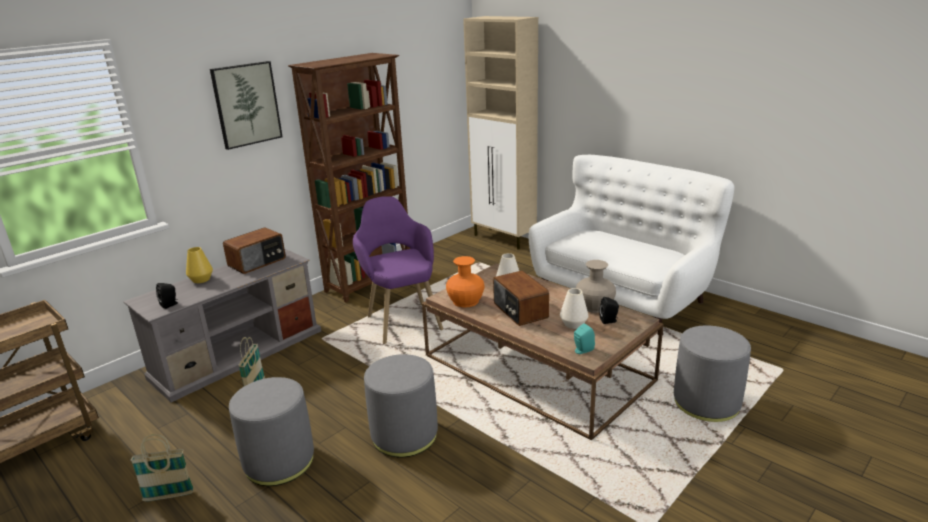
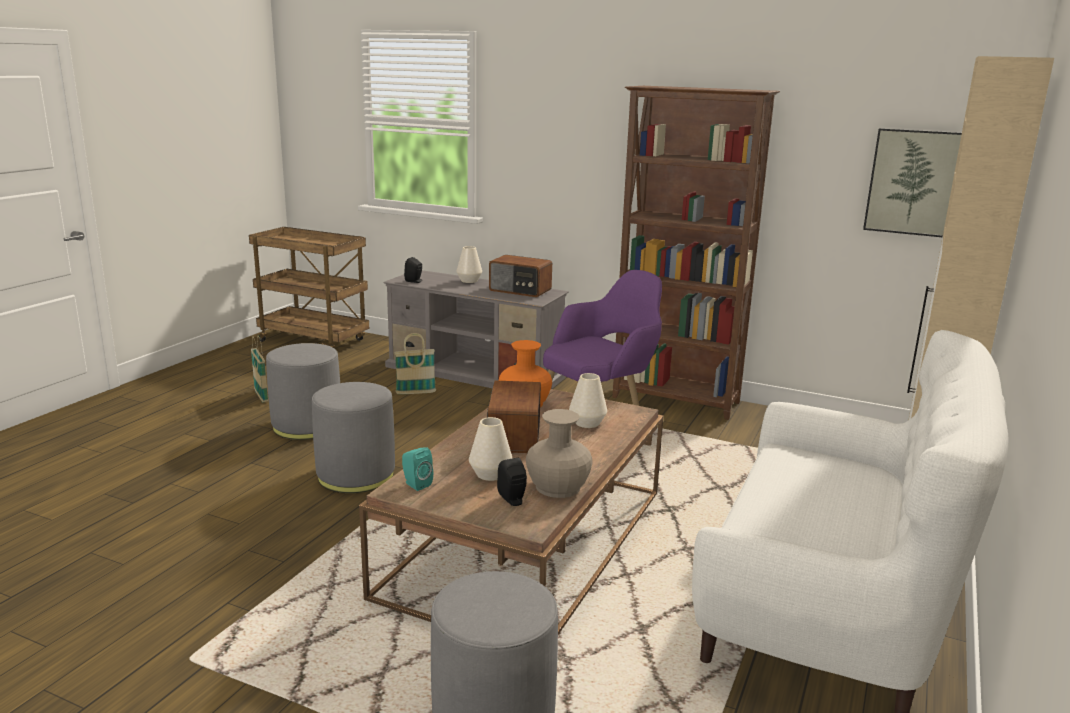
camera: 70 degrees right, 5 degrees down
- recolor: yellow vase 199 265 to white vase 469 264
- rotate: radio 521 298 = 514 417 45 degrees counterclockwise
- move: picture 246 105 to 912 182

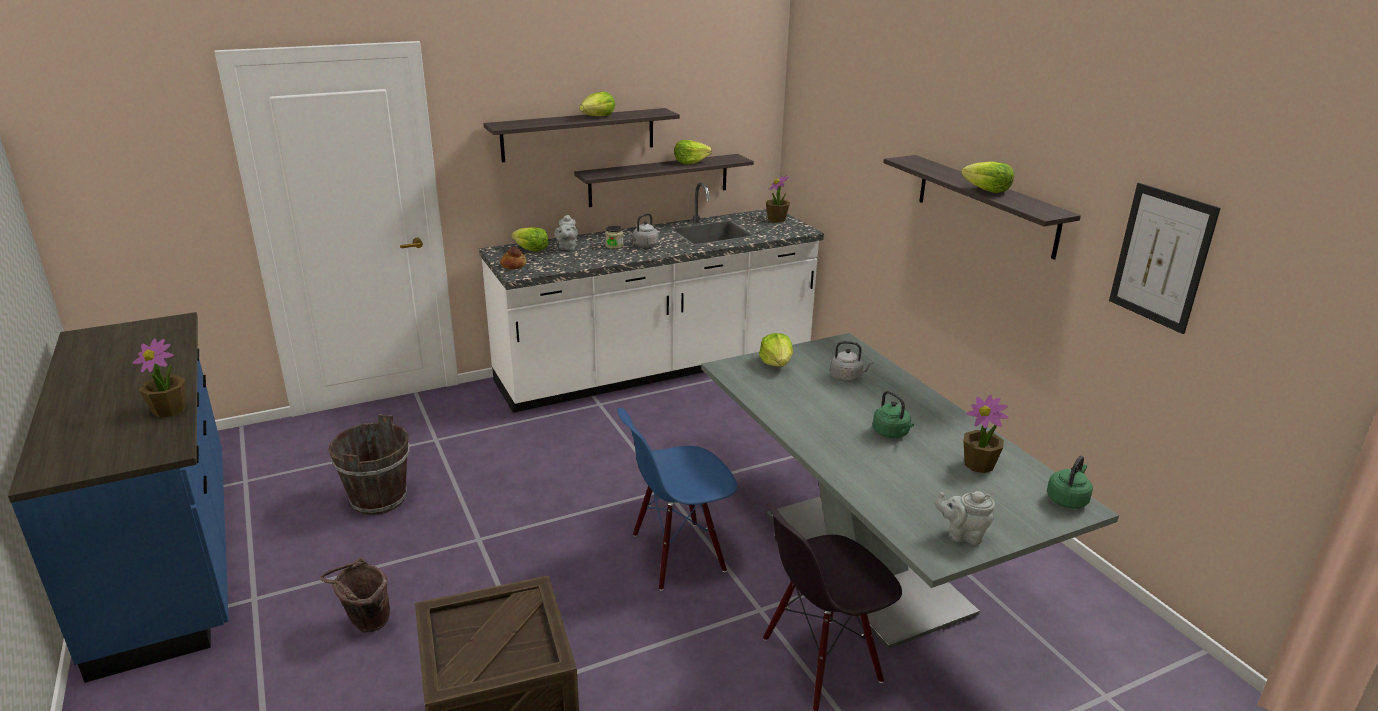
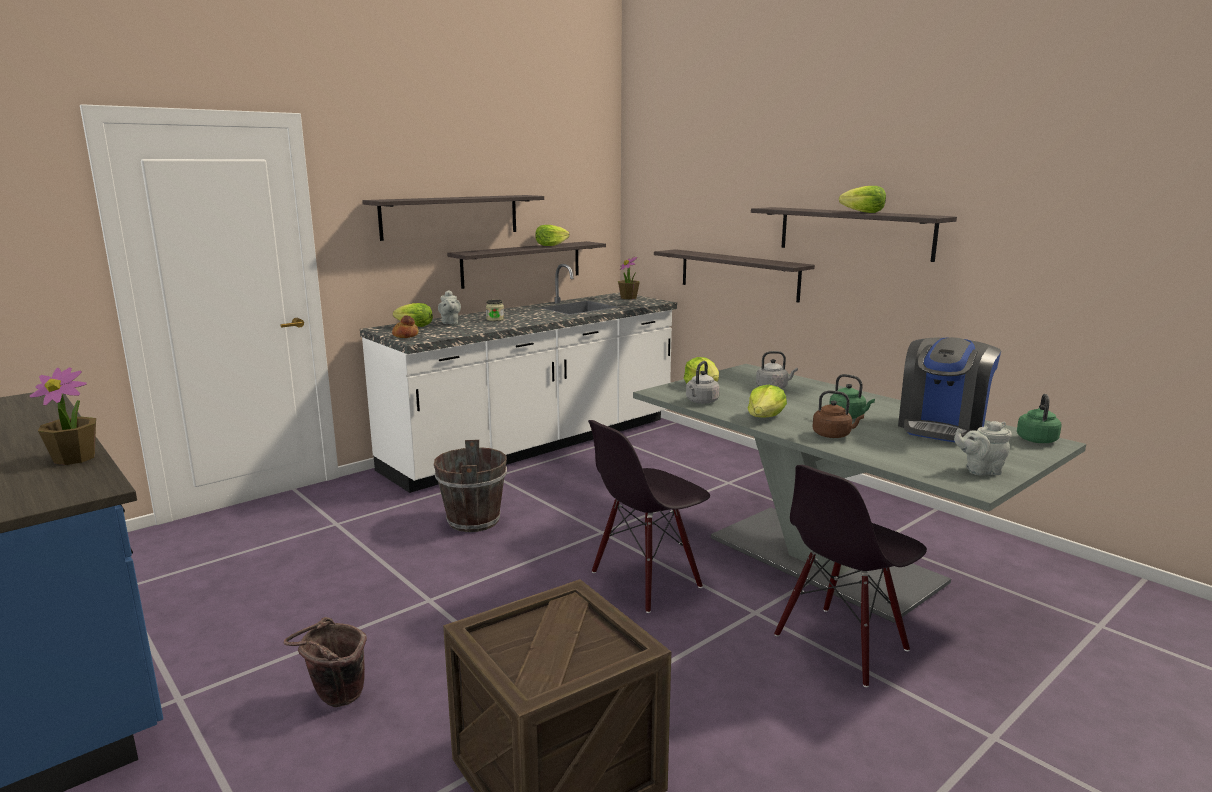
camera: 15 degrees left, 10 degrees down
- move: brown bucket 369 465 to 470 485
- recolor: blue chair 677 499 to black chair 649 516
- insert: shelf 734 276
- move: grey kettle 643 230 to 702 382
- move: lettuce 597 103 to 767 401
- insert: brown kettle 838 414
- replace: potted plant 985 434 to coffee machine 949 389
- delete: picture 1164 258

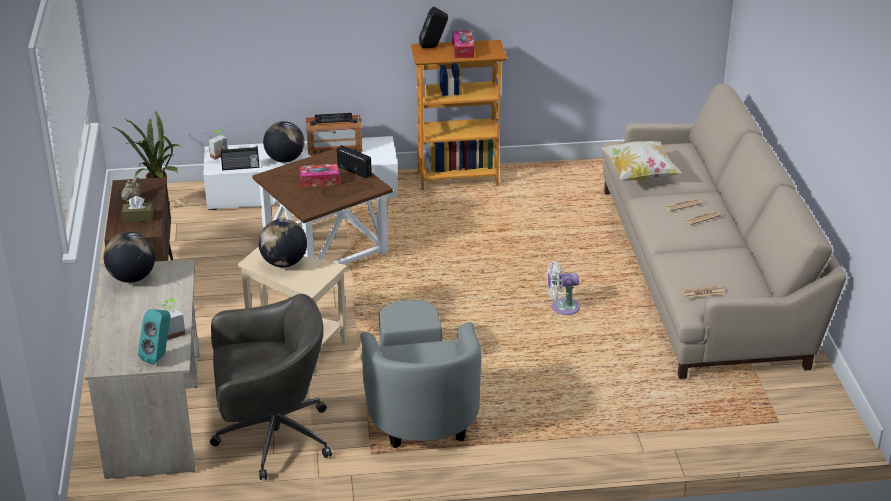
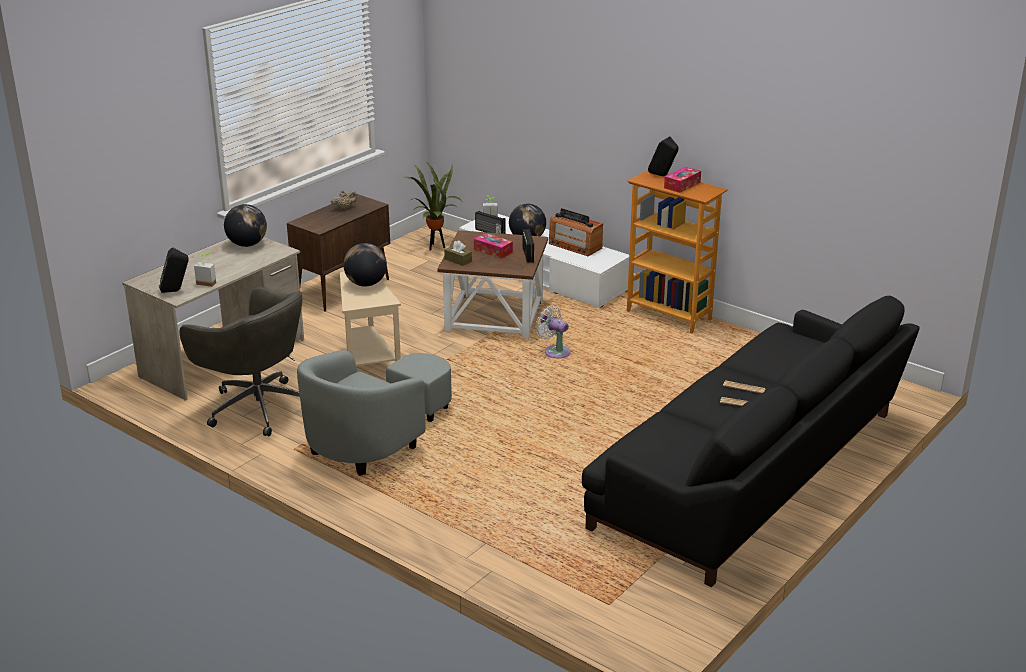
camera: 45 degrees right, 5 degrees down
- recolor: turquoise speaker 154 337 to black speaker 174 270
- move: brown tissue box 137 209 to 458 253
- move: white fan 563 288 to 553 331
- recolor: beige sofa 724 231 to black sofa 750 441
- delete: pillow 641 161
- delete: newspaper 702 292

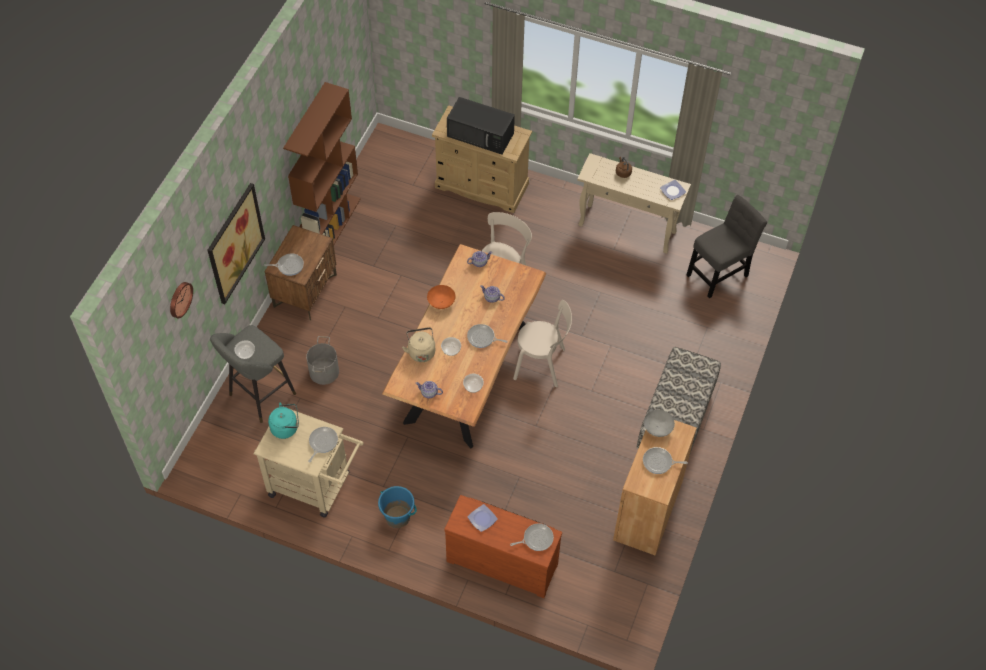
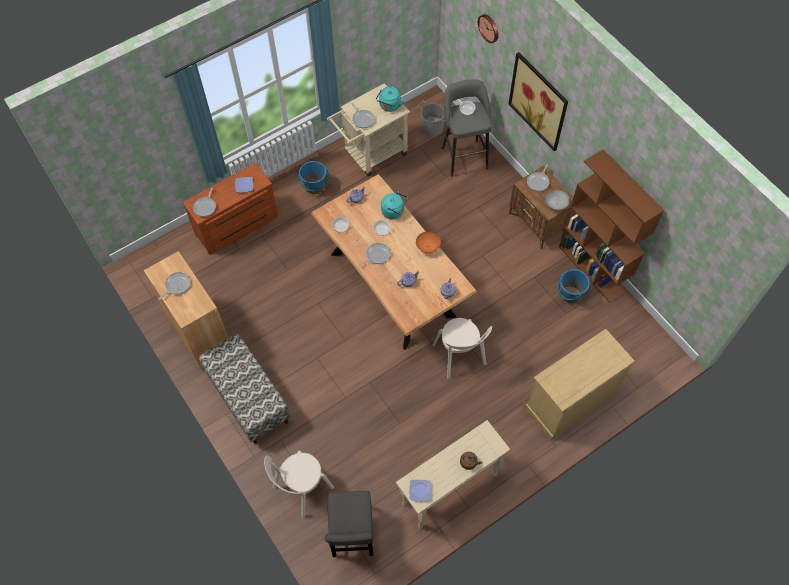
camera: 125 degrees right, 5 degrees up
- move: beige chair 542 343 to 299 484
- recolor: beige kettle 418 344 to turquoise kettle 394 205
- move: grey bucket 322 360 to 431 119
- move: grey bowl 659 423 to 557 200
- insert: blue bucket 574 285
- delete: black microwave 481 125

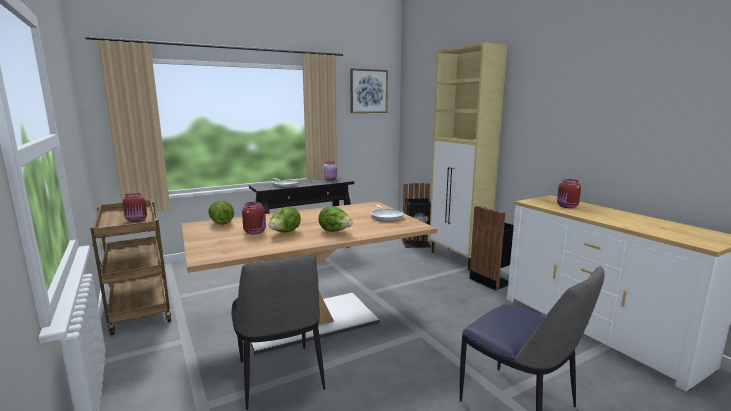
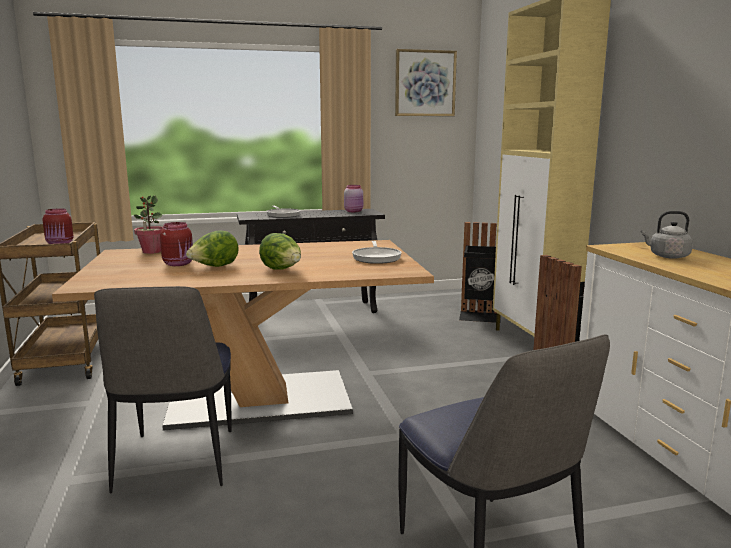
camera: 15 degrees right, 0 degrees up
- replace: lettuce 221 212 to potted plant 149 225
- replace: red jar 569 193 to grey kettle 667 235

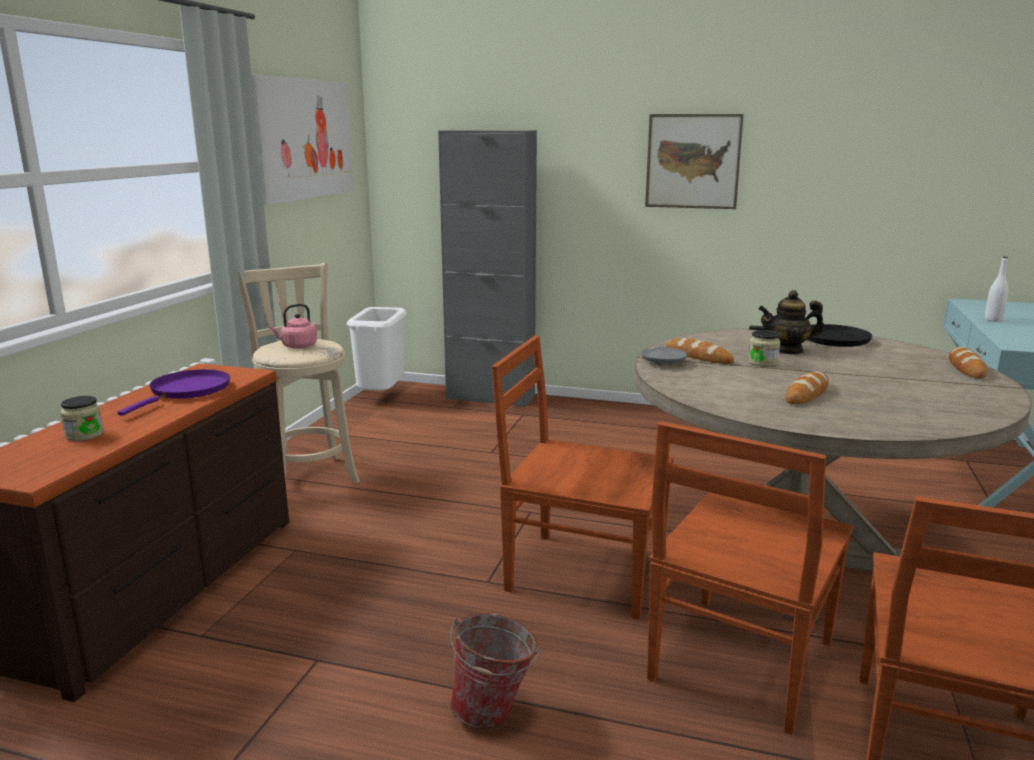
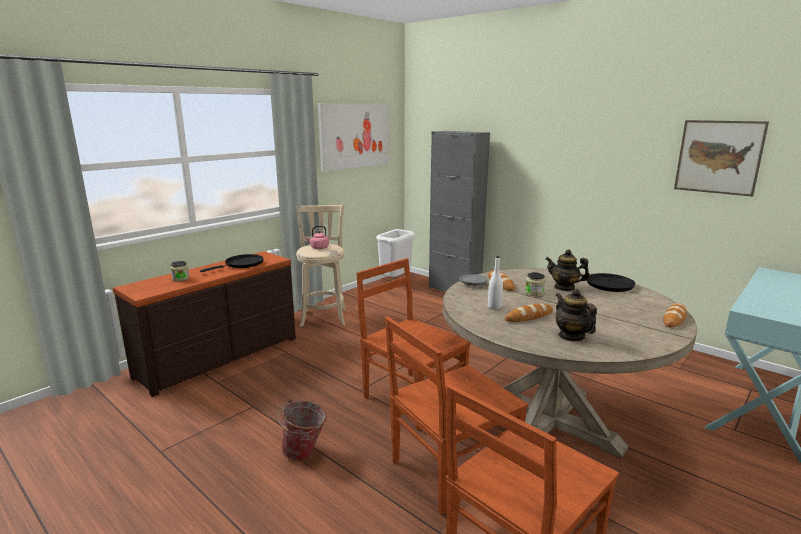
camera: 25 degrees right, 0 degrees up
- recolor: purple frying pan 174 392 to black frying pan 232 263
- move: white bottle 996 289 to 495 282
- insert: teapot 576 315
- move: picture 694 161 to 721 158

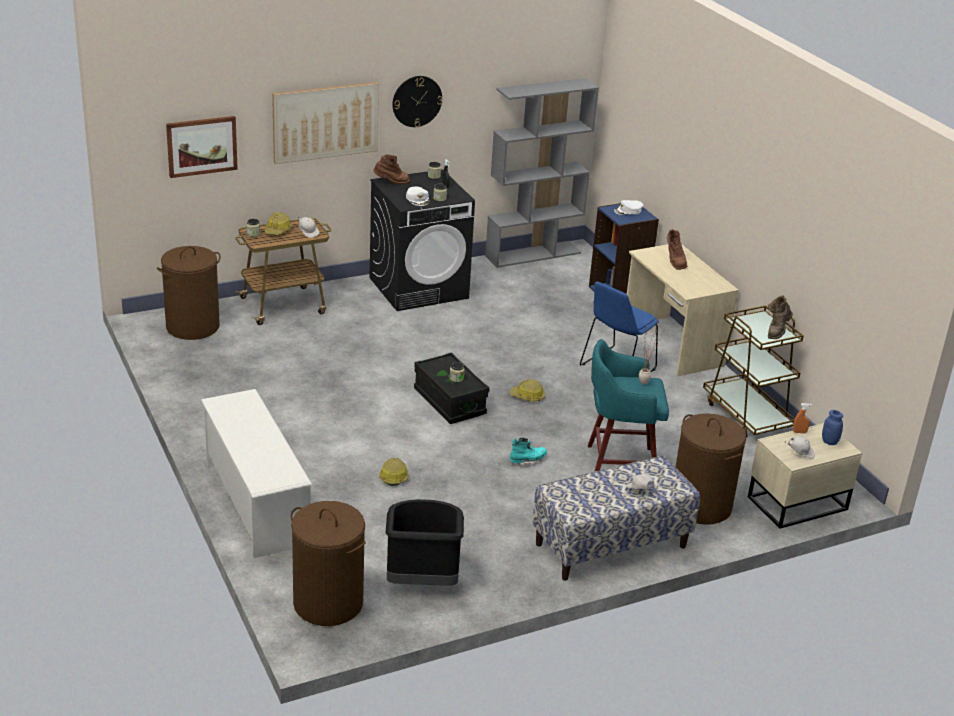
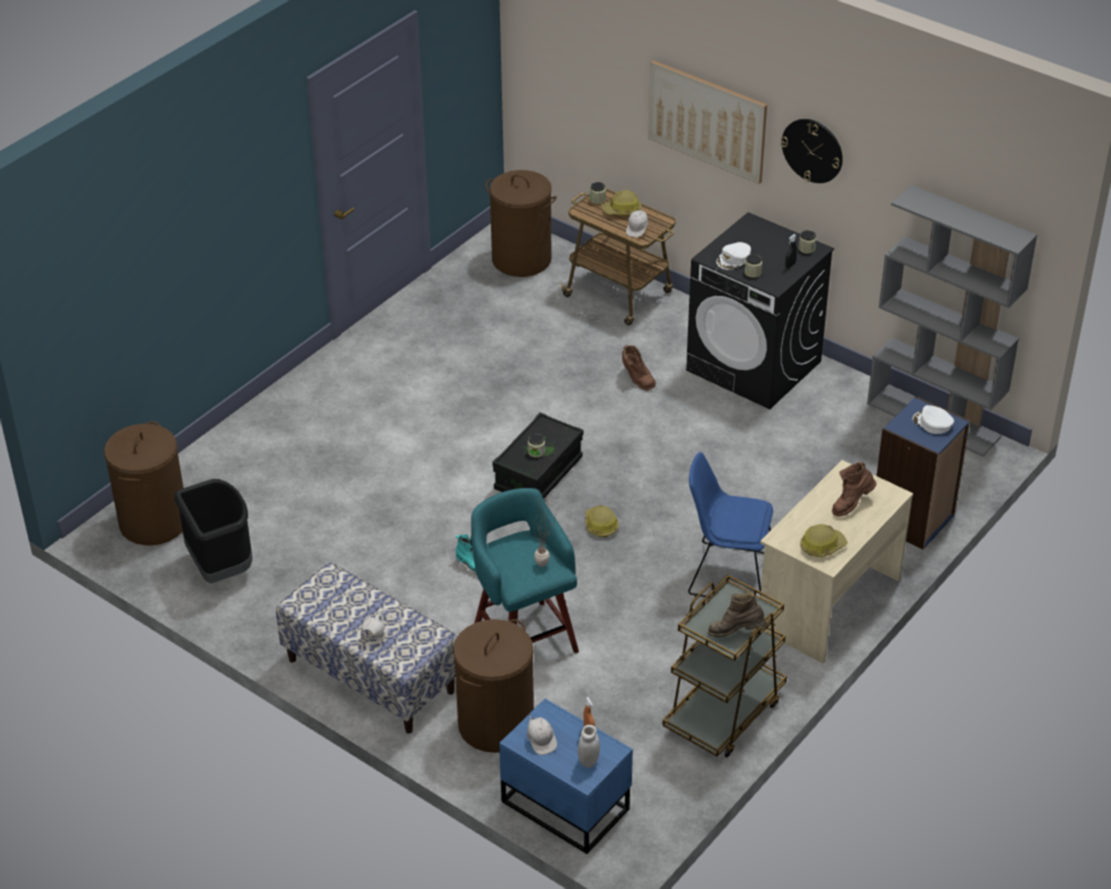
camera: 65 degrees right, 10 degrees up
- recolor: beige nightstand 805 476 to blue nightstand 566 776
- recolor: blue jar 832 427 to white jar 589 746
- move: brown boot 391 169 to 639 368
- move: hard hat 393 472 to 824 540
- delete: picture 202 147
- delete: white shoe rack 256 474

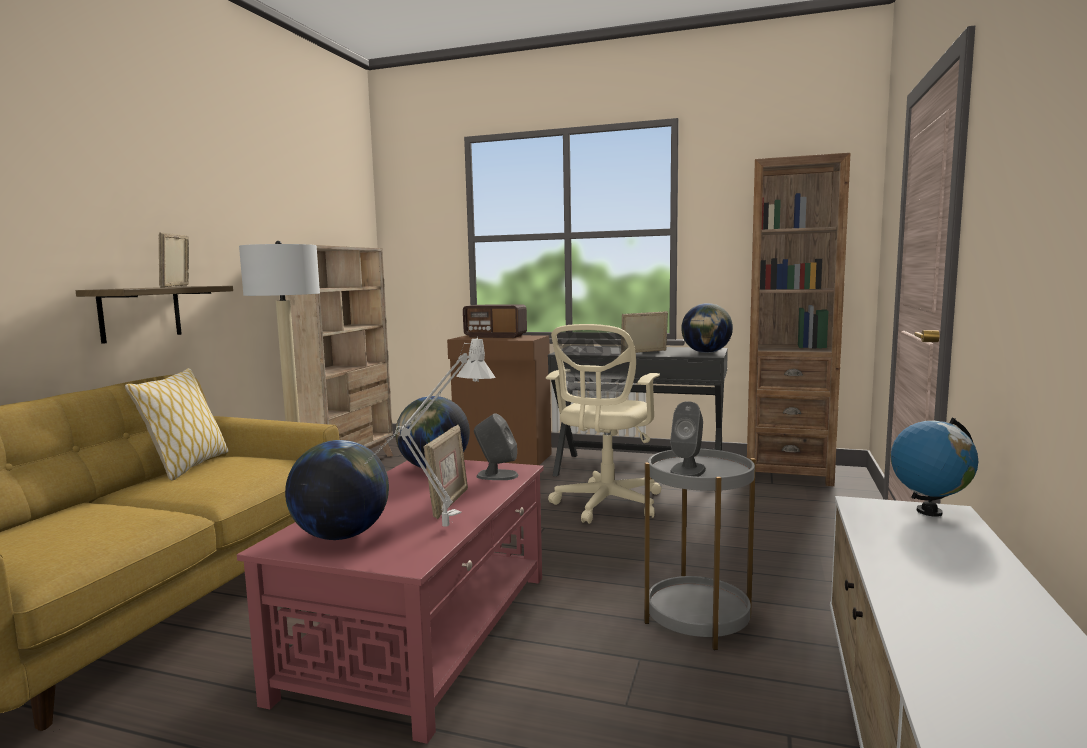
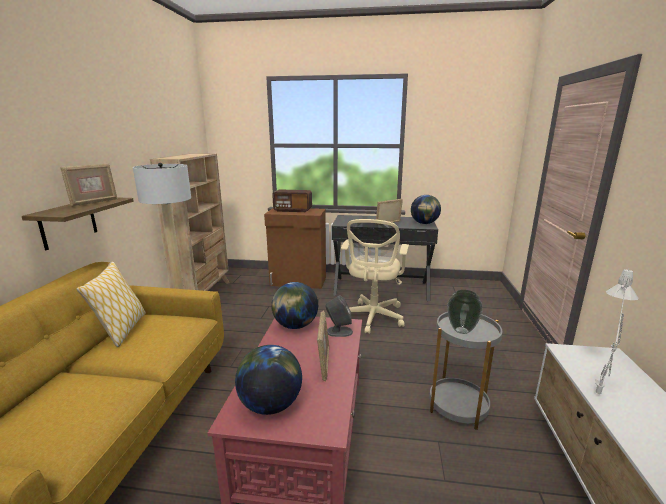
camera: 10 degrees left, 10 degrees up
- rotate: picture frame 174 259 = 89 185 135 degrees counterclockwise
- replace: grey speaker 688 439 to vase 465 312
- move: grey table lamp 430 431 to 616 331
- delete: brown bookcase 799 319
- delete: globe 934 467

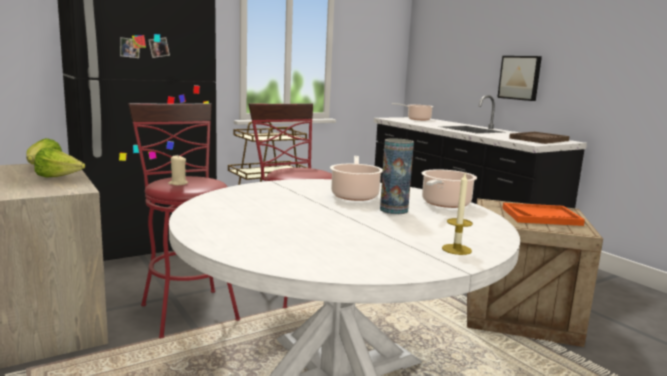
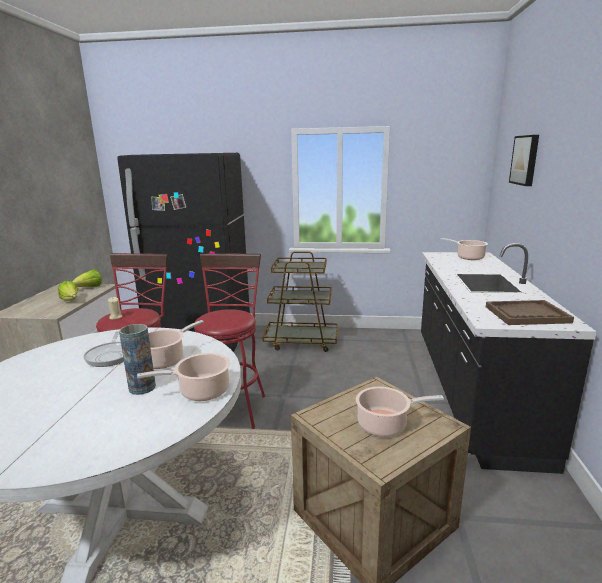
camera: 40 degrees right, 5 degrees up
- insert: frying pan 103 349
- replace: orange tray 543 214 to cooking pot 400 412
- move: picture 519 78 to 524 160
- delete: candle 457 214

